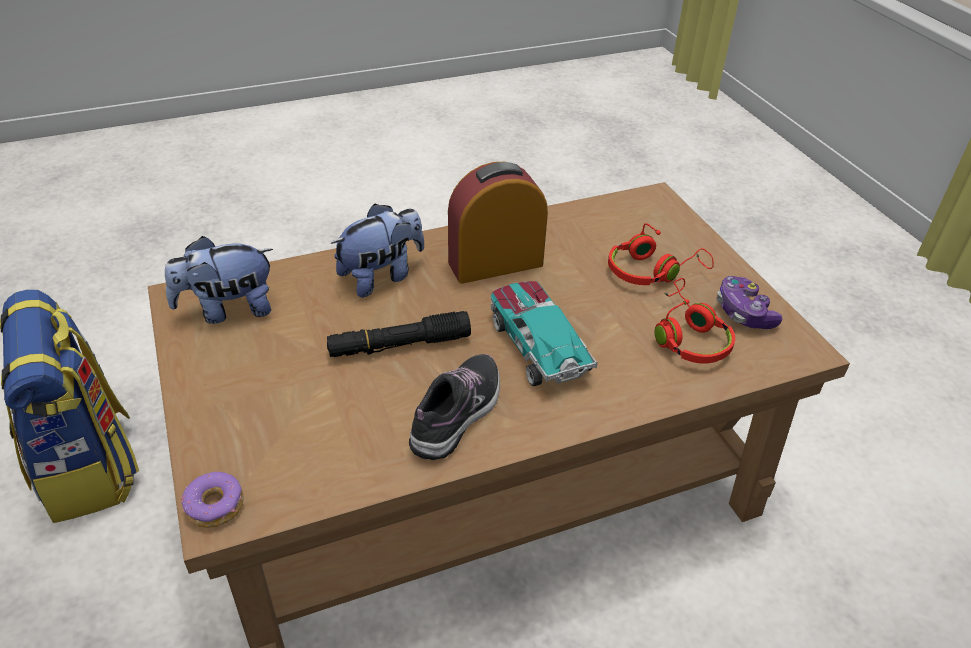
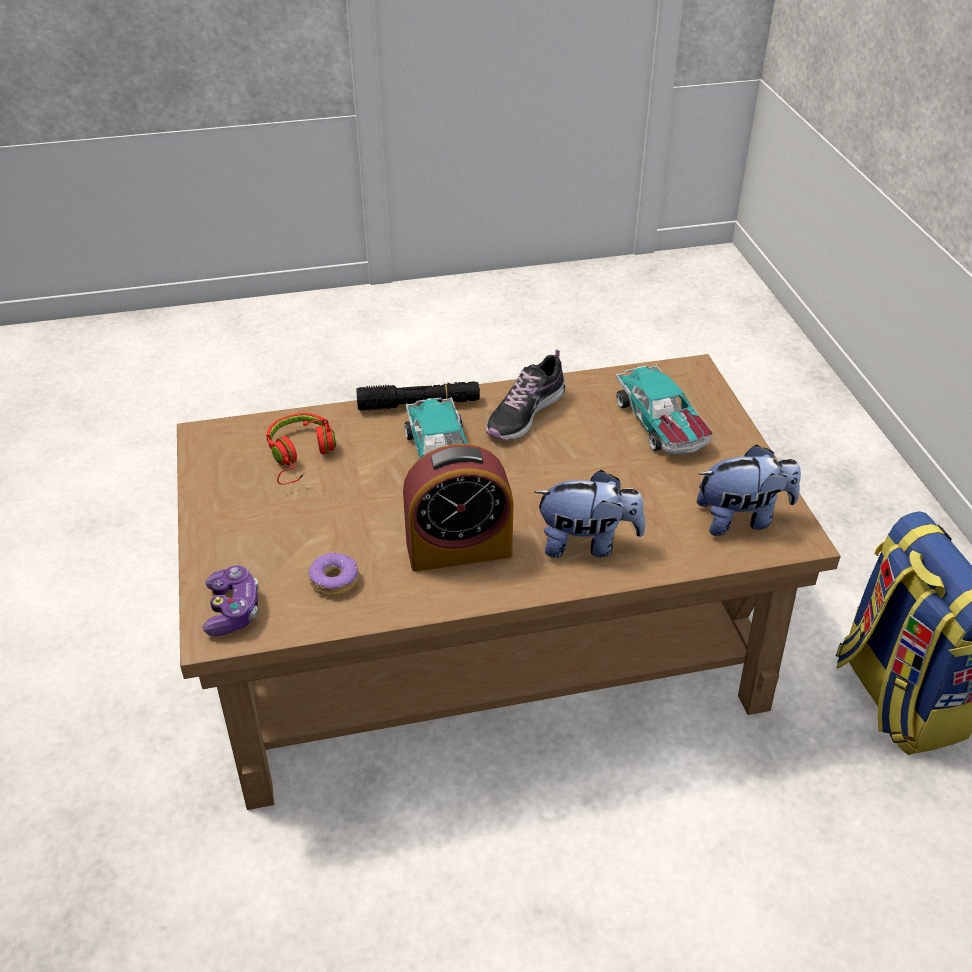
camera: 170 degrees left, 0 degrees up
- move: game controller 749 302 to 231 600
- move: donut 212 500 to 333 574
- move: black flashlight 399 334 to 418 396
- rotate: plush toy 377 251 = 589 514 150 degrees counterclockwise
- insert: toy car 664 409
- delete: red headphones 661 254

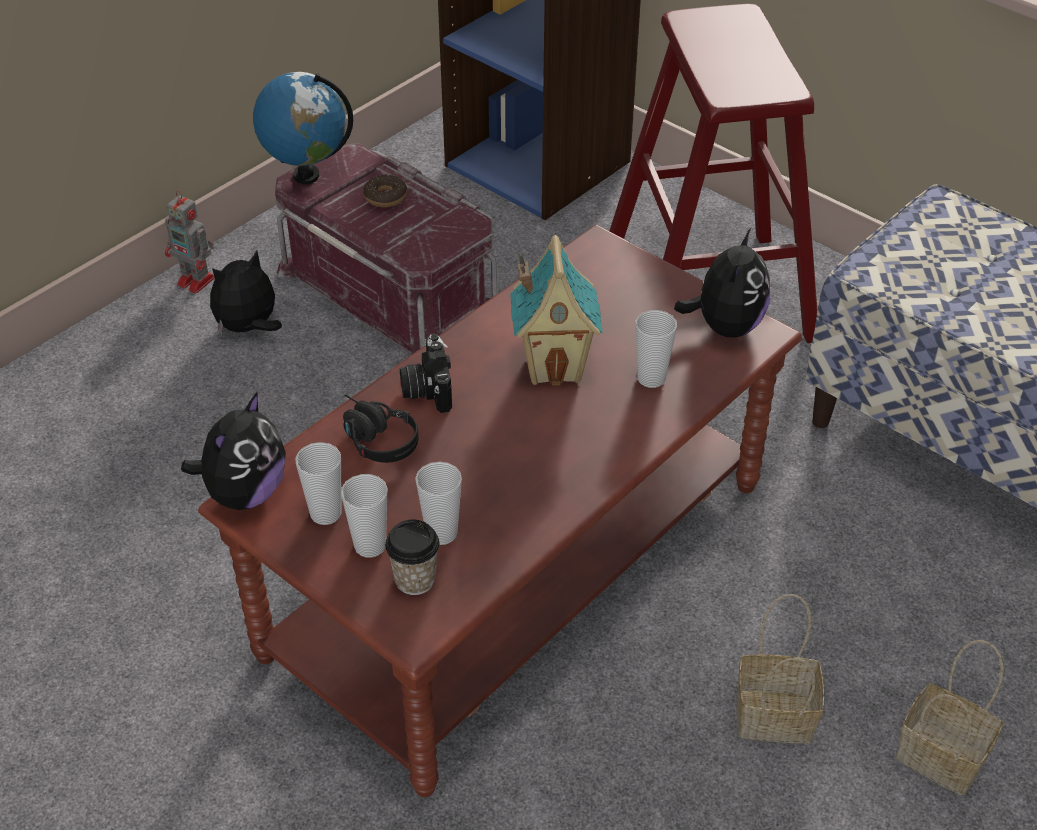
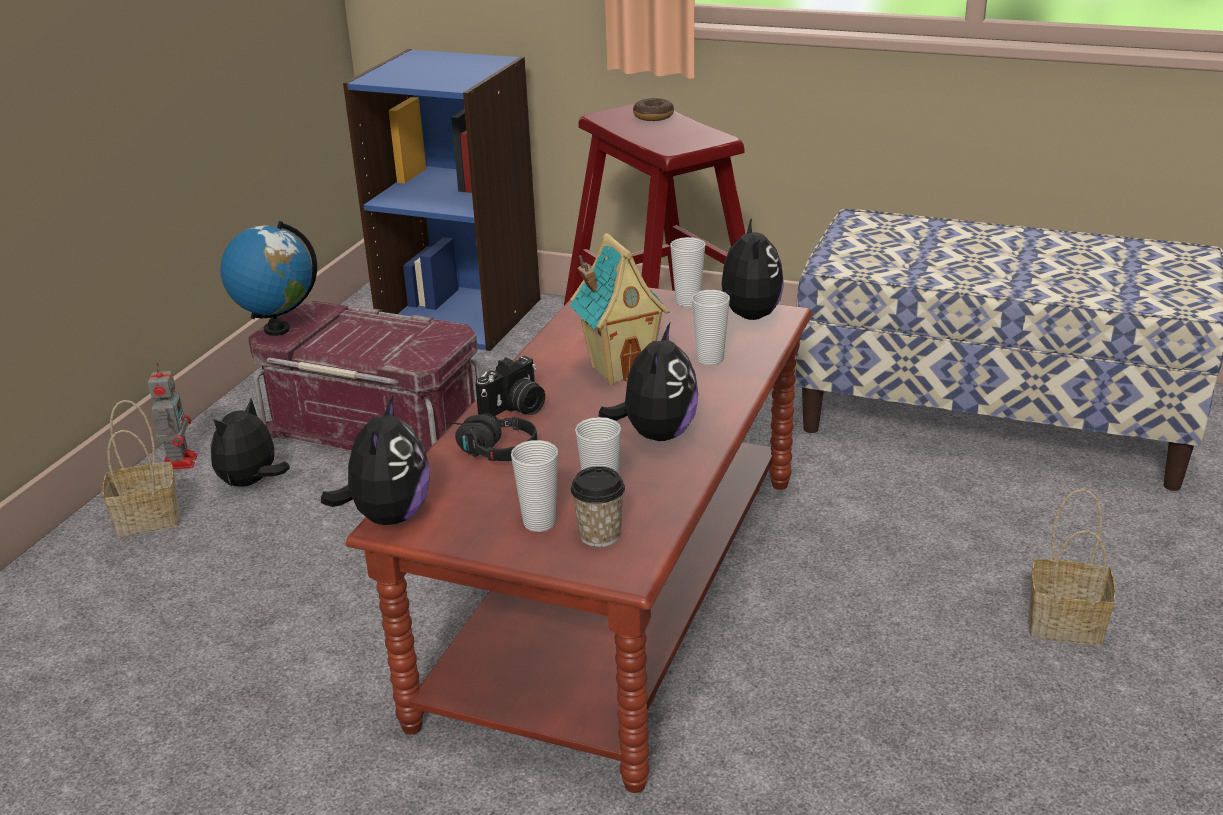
camera: 20 degrees left, 15 degrees down
- move: basket 780 668 to 141 468
- rotate: toy robot 190 242 = 172 416 105 degrees counterclockwise
- rotate: photo camera 426 373 = 510 386 105 degrees counterclockwise
- insert: plush toy 648 382
- move: donut 385 191 to 653 109
- move: cup 318 483 to 687 272

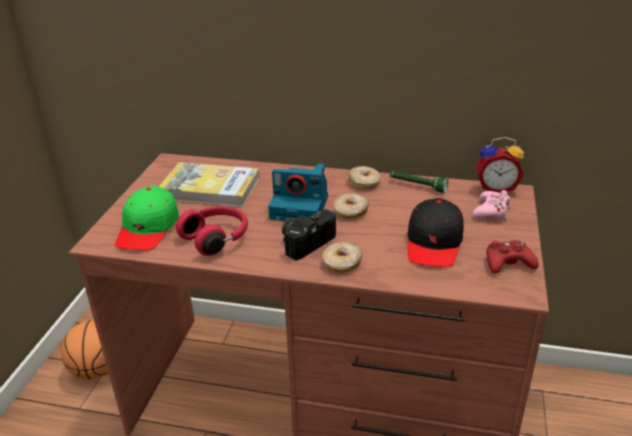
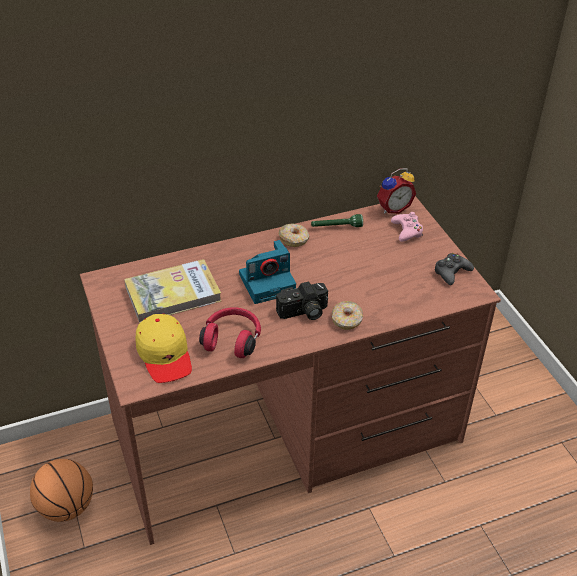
camera: 35 degrees left, 10 degrees up
- recolor: green cap 147 218 to yellow cap 164 348
- rotate: photo camera 309 234 = 302 301 120 degrees counterclockwise
- recolor: red game controller 512 257 to black game controller 454 269
- delete: donut 351 206
- delete: black cap 436 232

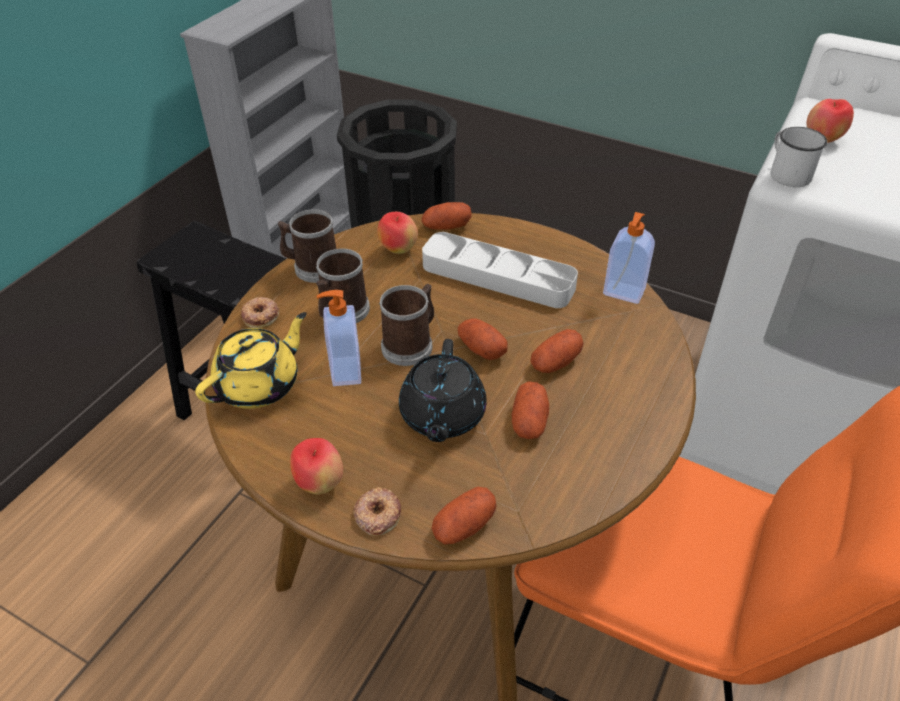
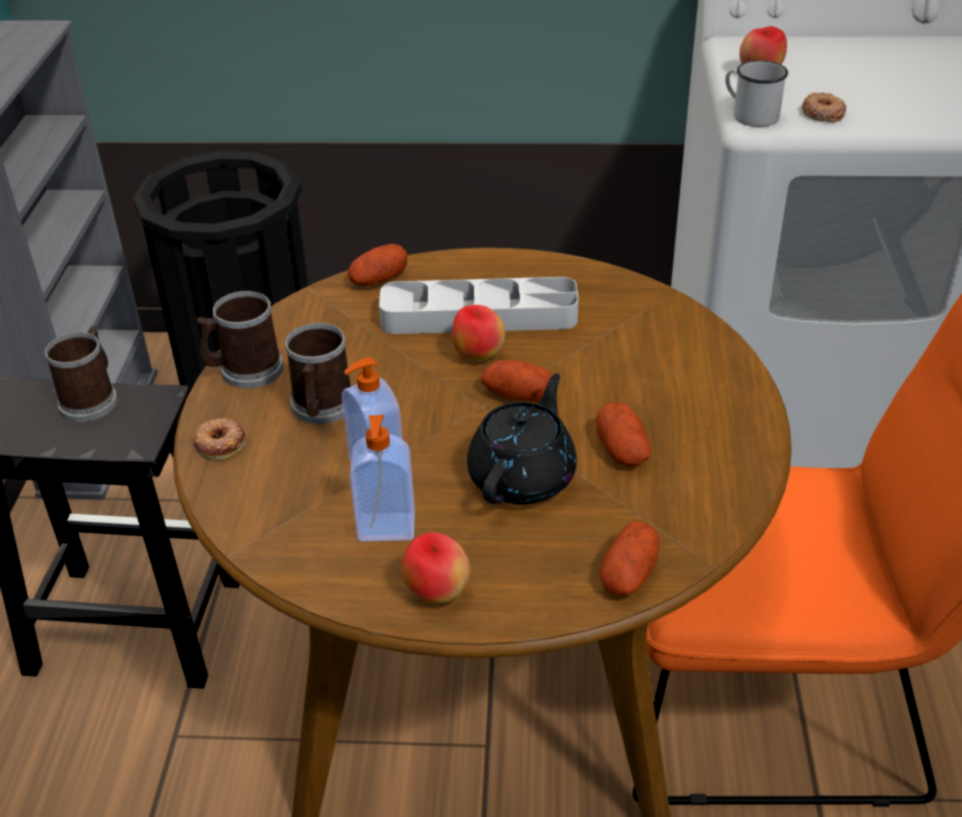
camera: 25 degrees left, 5 degrees down
- move: mug 406 325 to 81 374
- move: soap dispenser 629 258 to 382 478
- move: apple 398 233 to 478 333
- rotate: black teapot 443 390 = 522 439 135 degrees counterclockwise
- move: donut 377 511 to 824 107
- delete: yellow teapot 251 360
- delete: potato 557 351

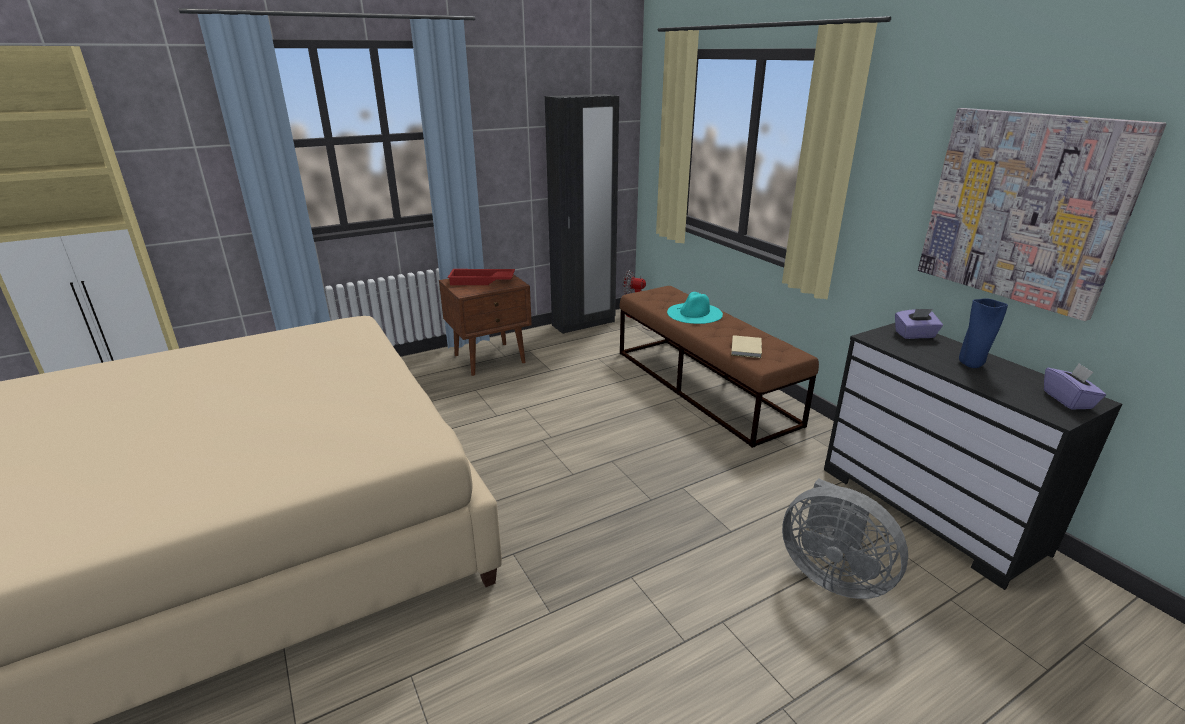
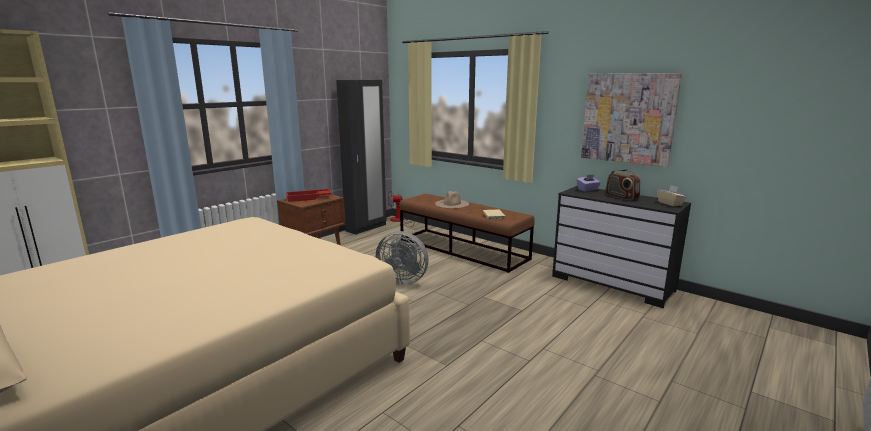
camera: 20 degrees left, 10 degrees down
- move: grey fan 845 538 to 402 258
- recolor: turquoise hat 695 308 to beige hat 452 199
- replace: blue vase 983 333 to radio 622 185
- recolor: purple tissue box 1075 386 to beige tissue box 671 195

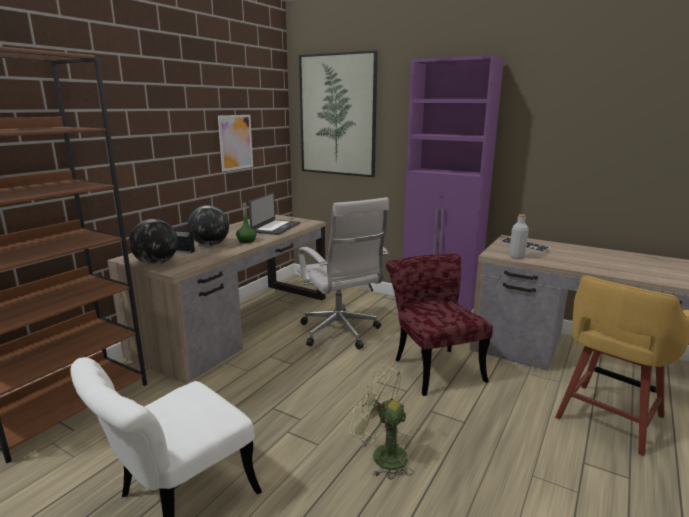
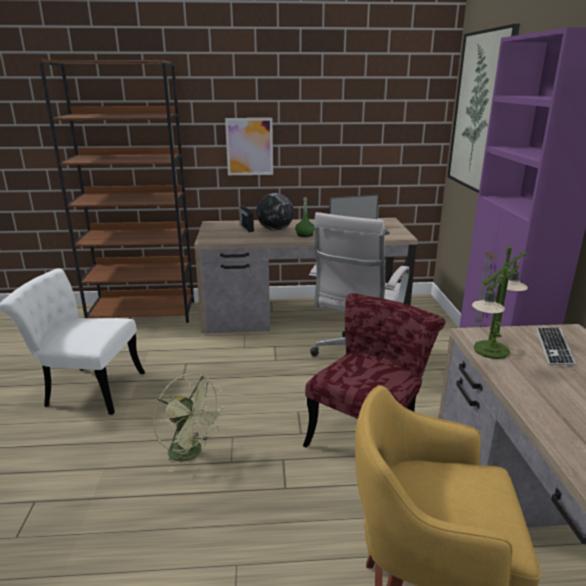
camera: 55 degrees right, 5 degrees up
- rotate: green fan 381 423 = 189 422 135 degrees clockwise
- move: picture 235 143 to 249 146
- replace: grey bottle 519 236 to table lamp 500 302
- delete: globe 153 242

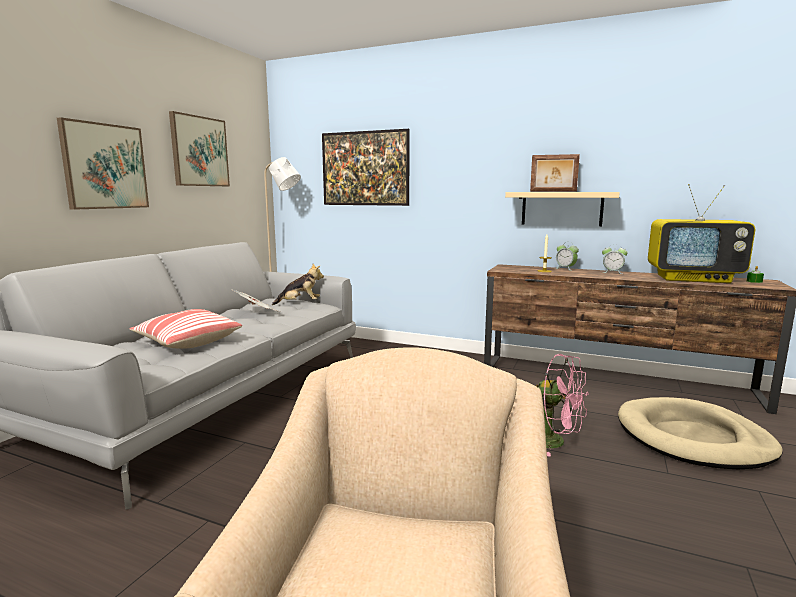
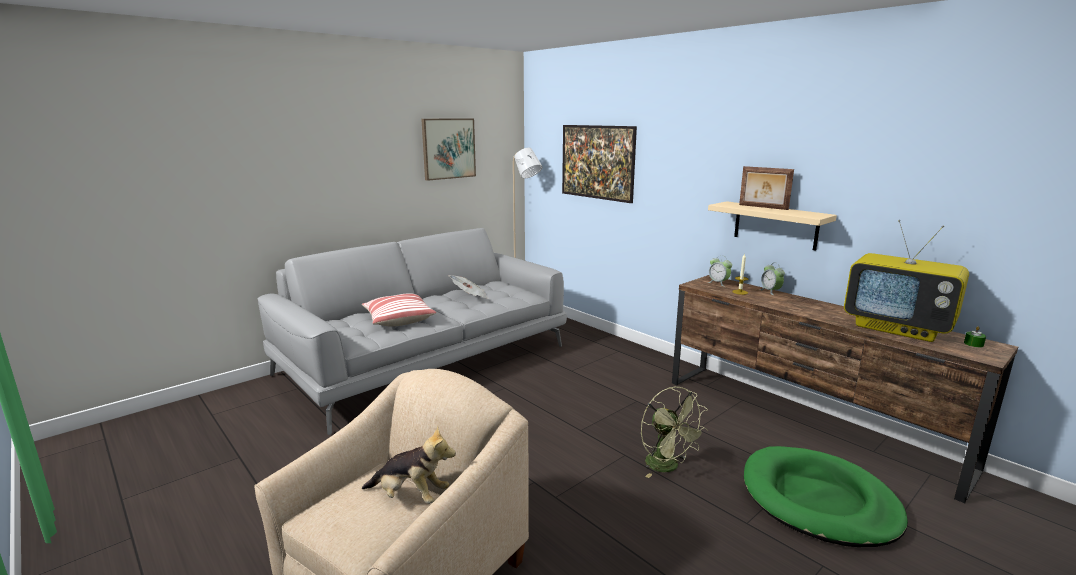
camera: 25 degrees right, 5 degrees up
- move: plush toy 298 284 to 409 465
- recolor: pink fan 562 405 to green fan 674 432
- move: alarm clock 615 260 to 720 270
- recolor: beige dog bed 700 433 to green dog bed 826 496
- delete: picture 103 163

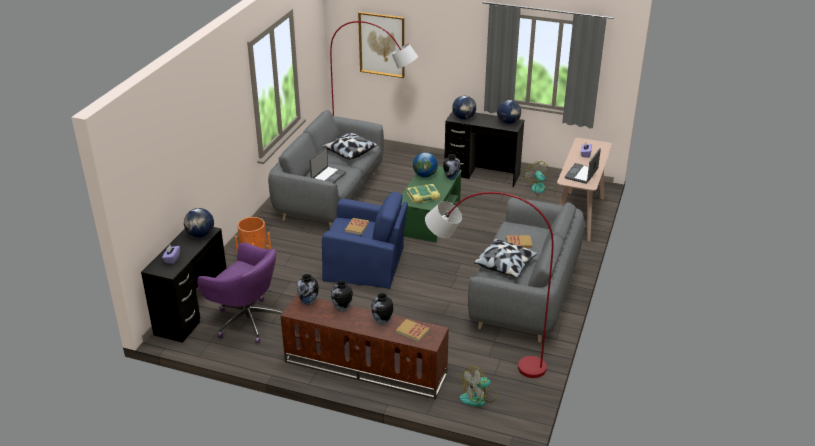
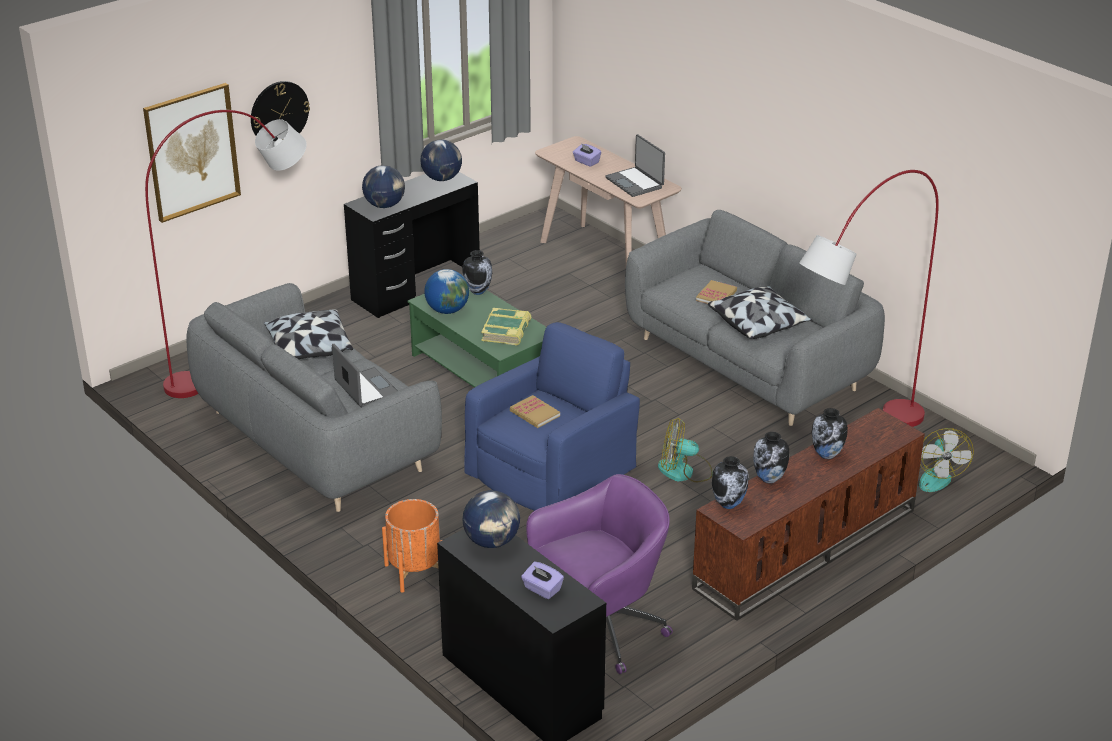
camera: 60 degrees left, 0 degrees up
- insert: wall clock 280 108
- move: fan 540 179 to 685 450
- delete: book 413 330

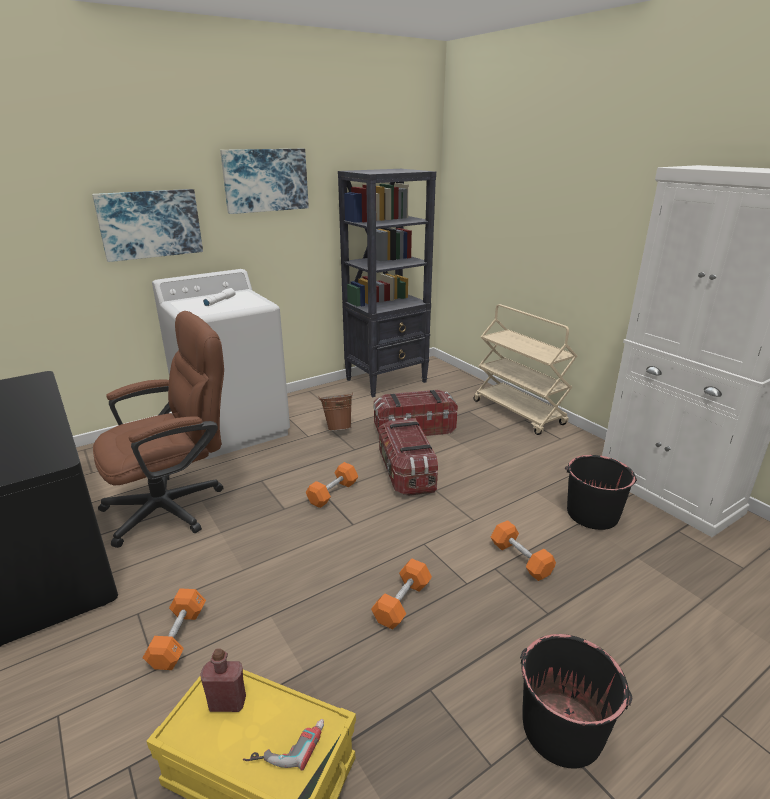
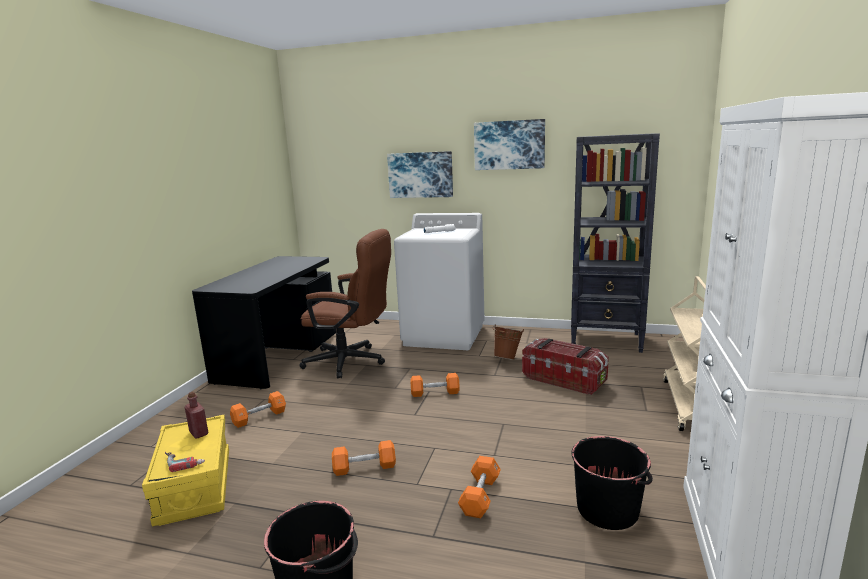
camera: 50 degrees right, 10 degrees down
- delete: storage box 408 457

